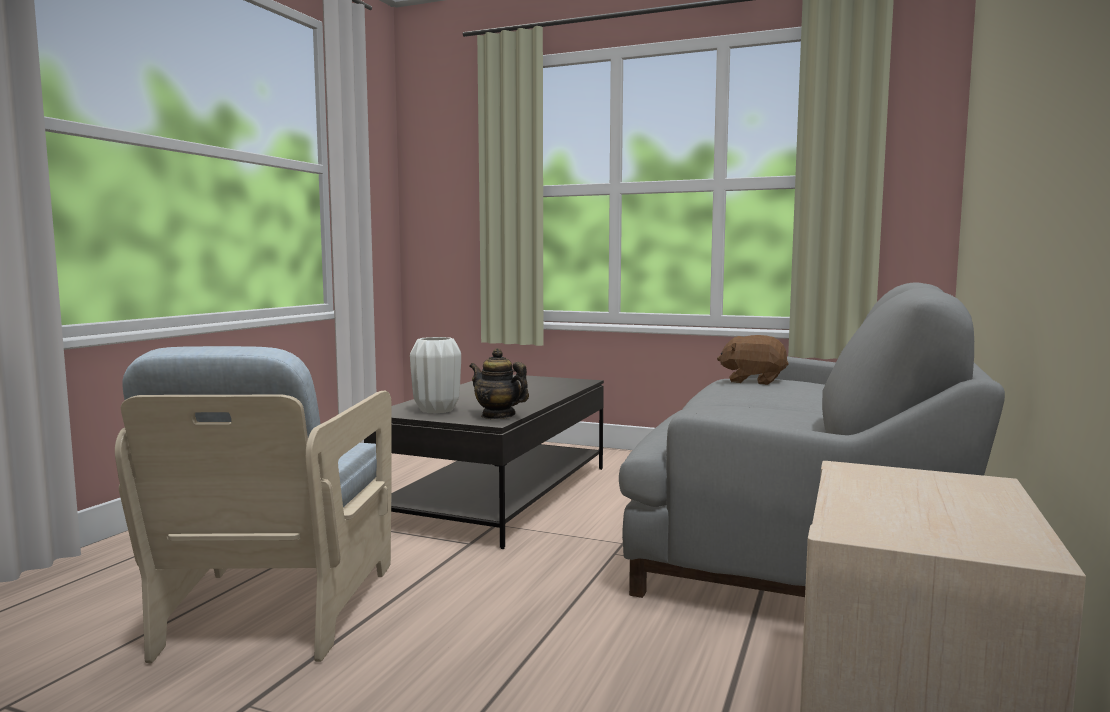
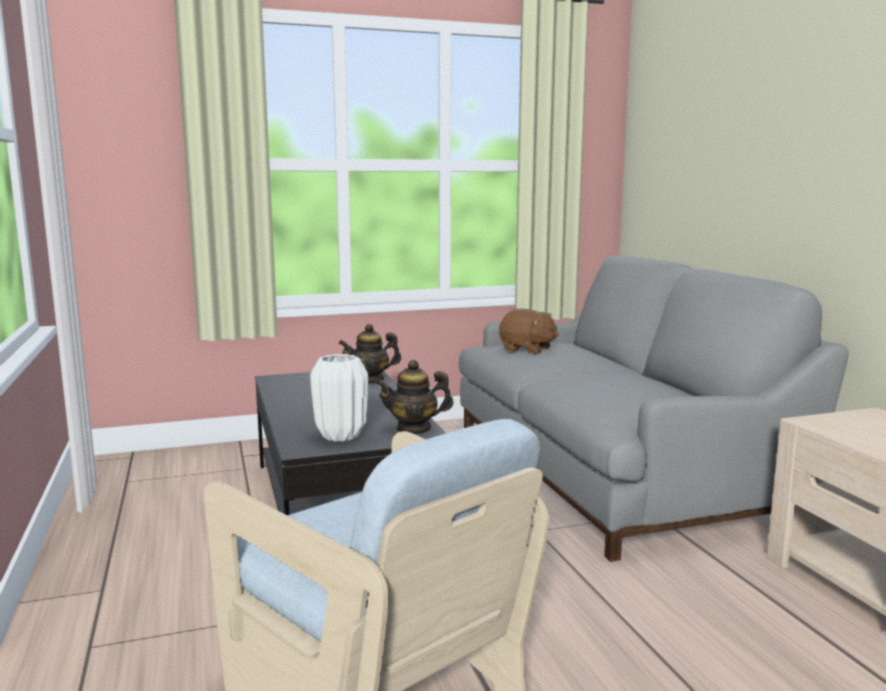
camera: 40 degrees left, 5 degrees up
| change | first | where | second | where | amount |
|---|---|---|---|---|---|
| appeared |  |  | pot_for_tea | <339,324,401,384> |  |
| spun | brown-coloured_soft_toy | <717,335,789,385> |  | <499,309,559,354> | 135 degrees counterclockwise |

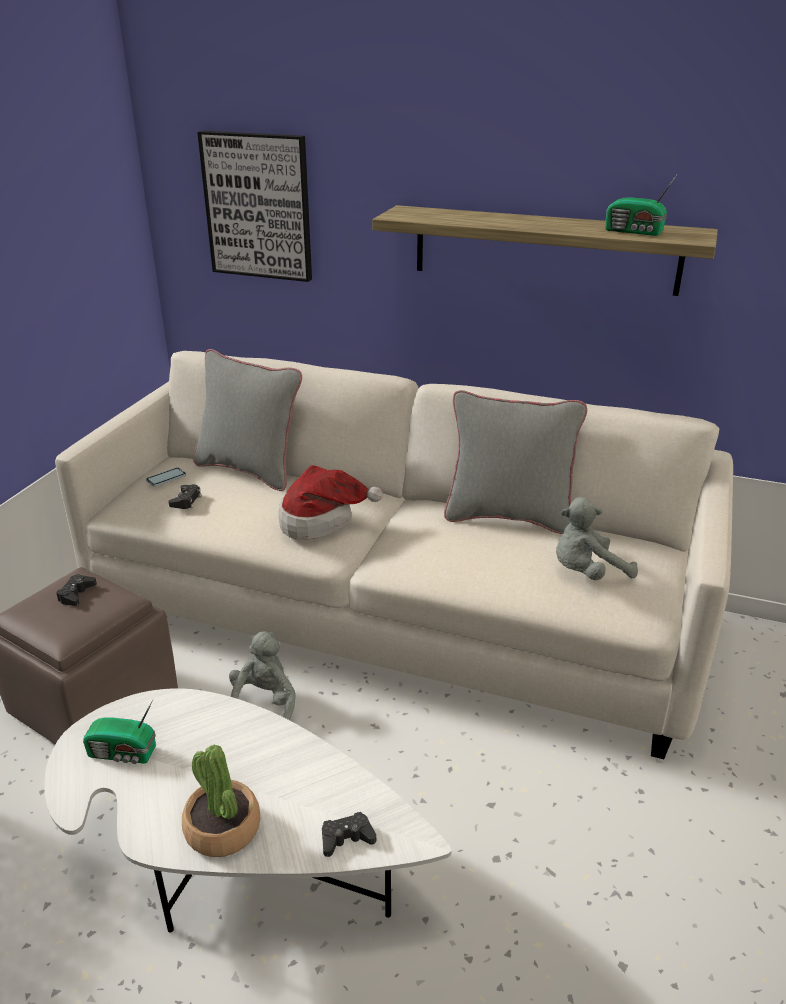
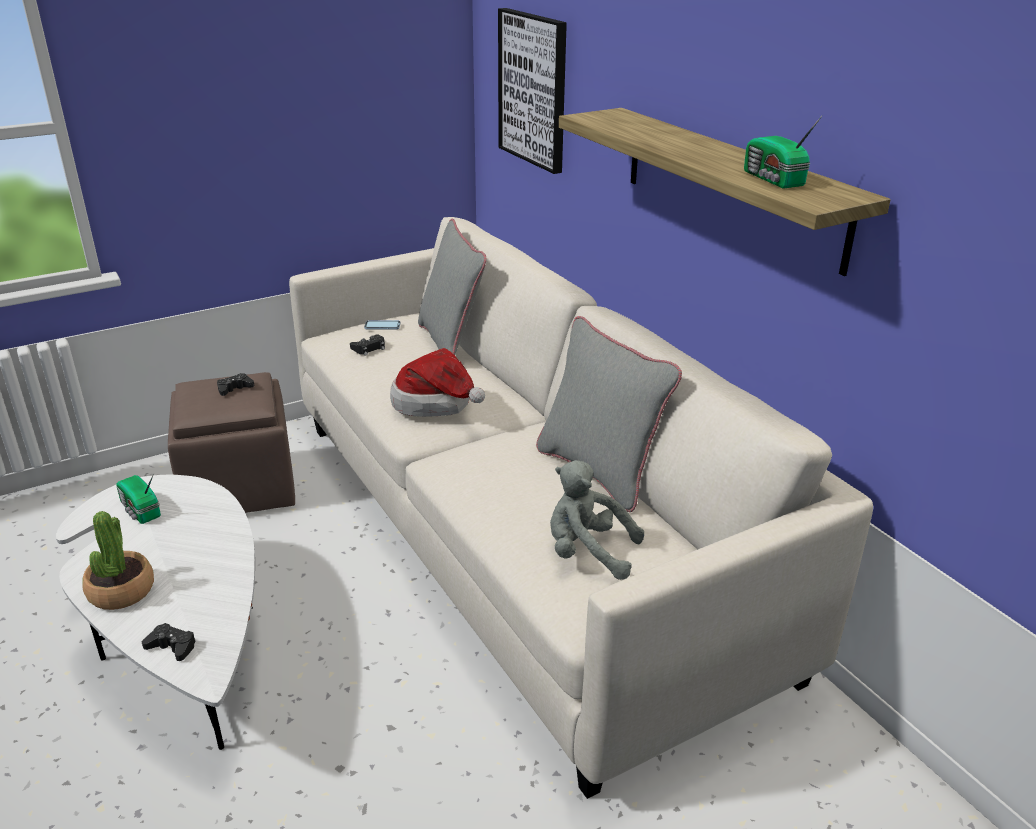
camera: 40 degrees right, 0 degrees up
| change | first | where | second | where | amount |
|---|---|---|---|---|---|
| missing | grey_soft_toy | <229,631,296,720> |  |  |  |

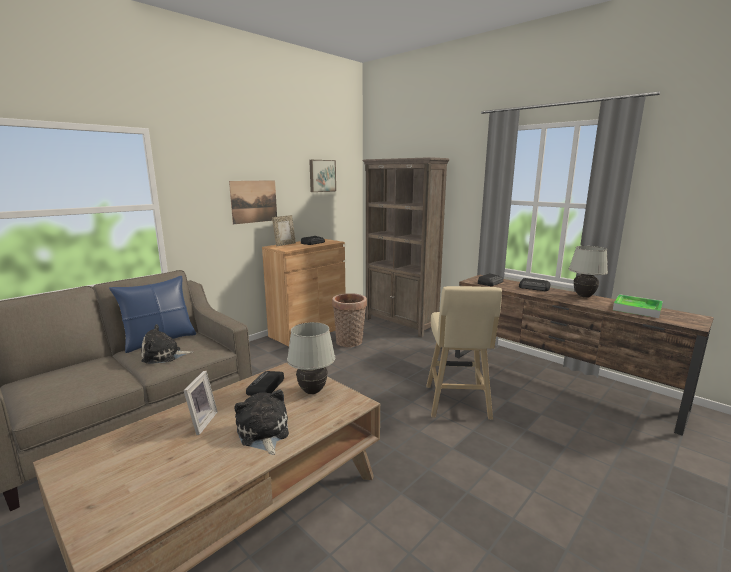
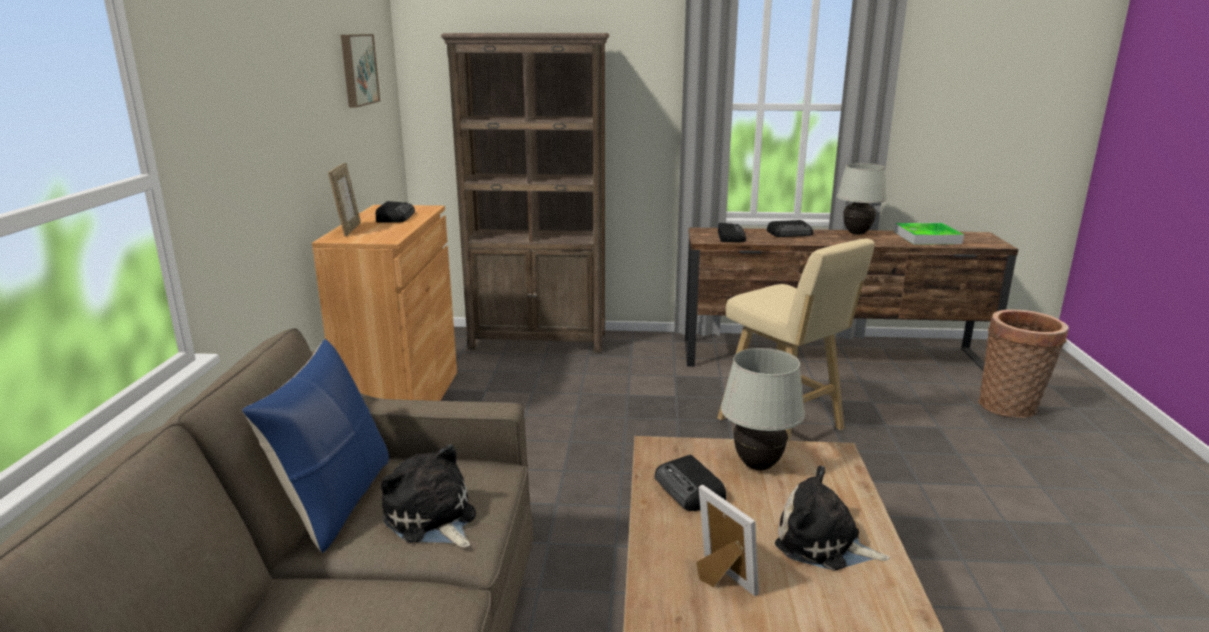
camera: 40 degrees left, 5 degrees up
| change | first | where | second | where | amount |
|---|---|---|---|---|---|
| spun | soft_toy | <141,324,194,364> |  | <381,444,476,548> | 105 degrees clockwise |
| relocated | household_basket | <332,293,367,347> |  | <978,309,1069,418> |  |
| missing | wall_picture | <229,180,277,224> |  |  |  |

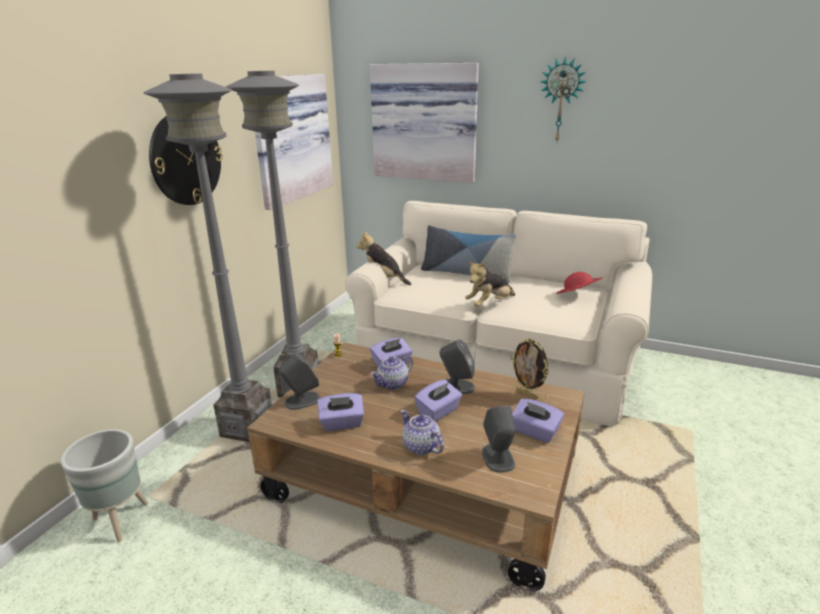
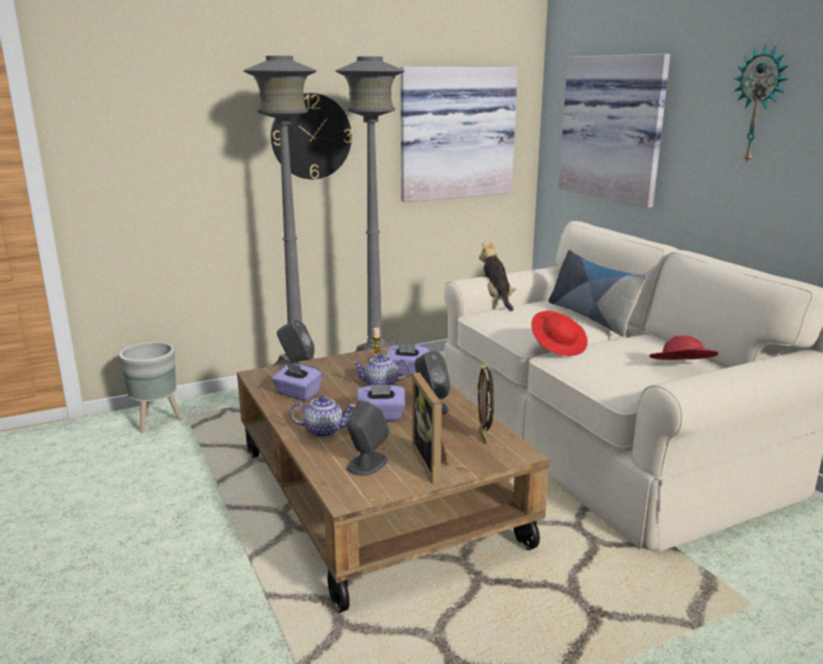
camera: 40 degrees right, 5 degrees down
| change | first | where | second | where | amount |
|---|---|---|---|---|---|
| spun | pot_for_tea | <401,410,444,455> |  | <290,396,356,437> | 90 degrees clockwise |
| exchanged | purple-coloured_box_of_tissues | <512,399,564,443> | standing_frame | <412,372,449,485> |  |
| exchanged | soft_toy | <465,262,515,306> | red-coloured_wearable_hat | <531,311,588,356> |  |

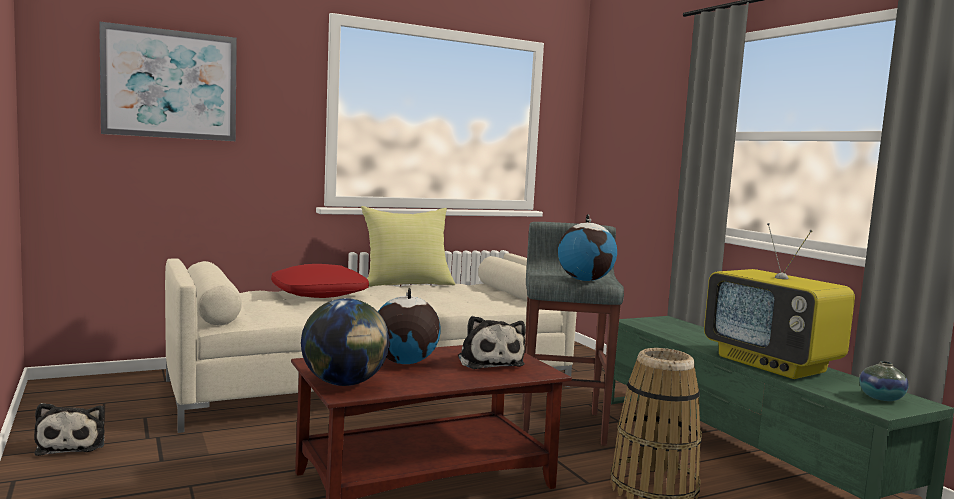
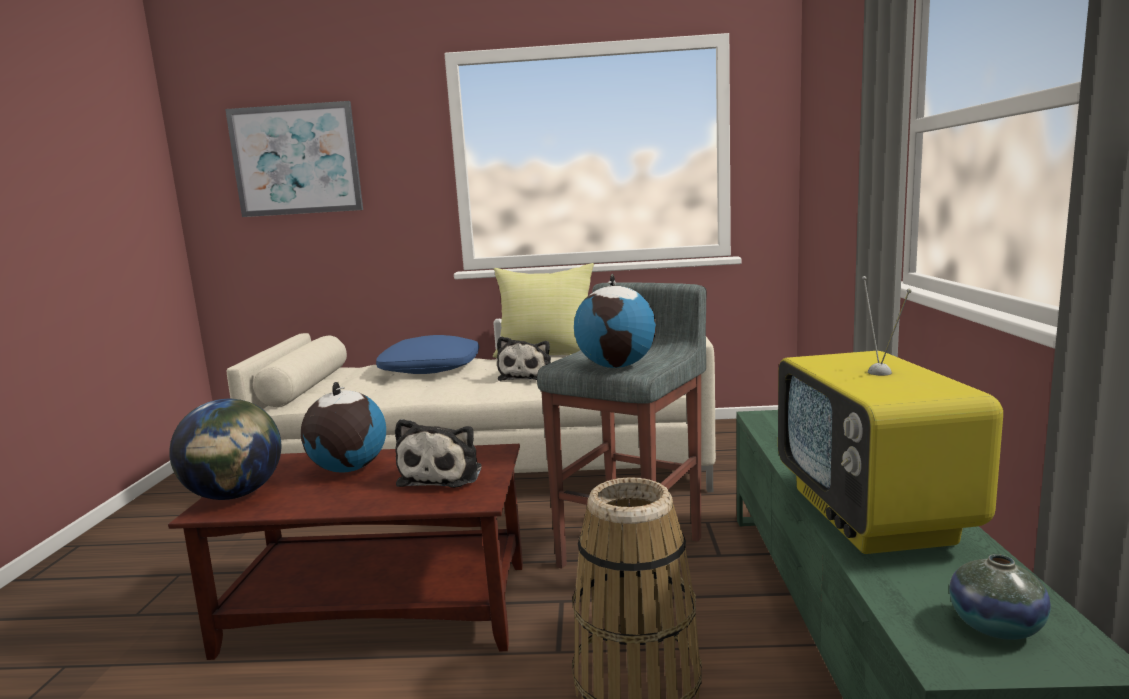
camera: 30 degrees right, 5 degrees up
| change | first | where | second | where | amount |
|---|---|---|---|---|---|
| colour | red-coloured_pillow | <271,264,369,298> | blue_pillow | <376,335,479,374> |  |
| relocated | soft_toy | <34,403,105,456> |  | <497,336,551,381> |  |

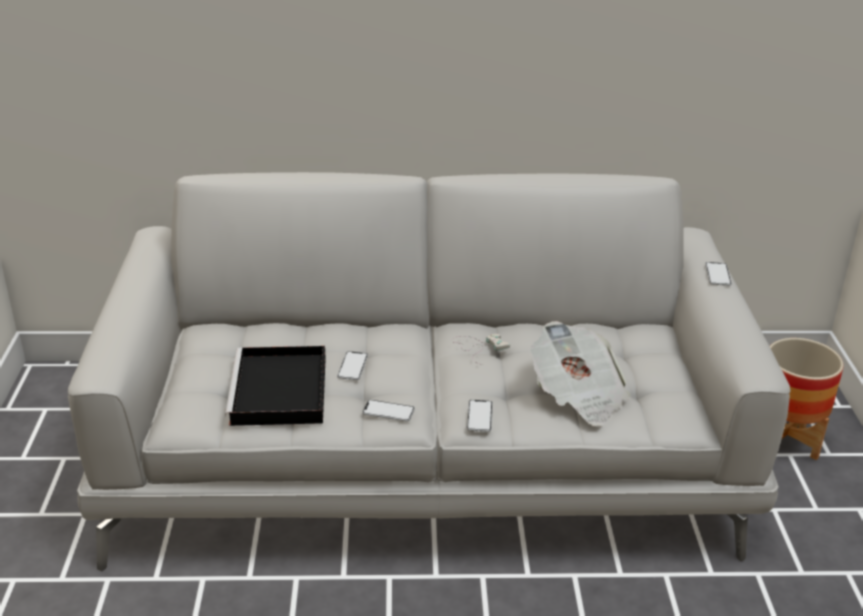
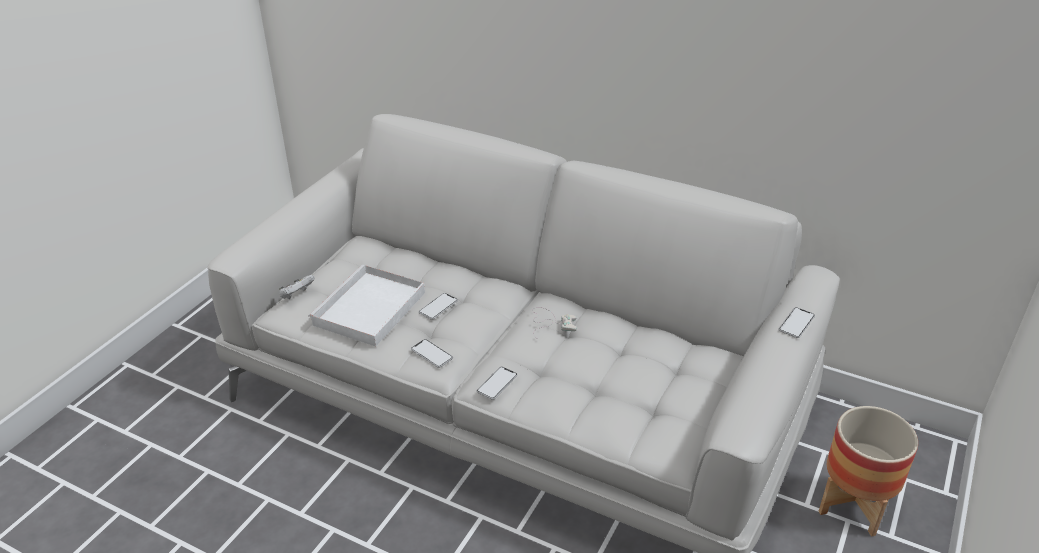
camera: 30 degrees right, 5 degrees up
| change | first | where | second | where | amount |
|---|---|---|---|---|---|
| appeared |  |  | white_gamepad | <279,275,315,299> |  |
| colour | blackish_tray | <225,346,326,426> | white_tray | <308,265,425,347> |  |
| missing | newspaper | <530,321,631,427> |  |  |  |

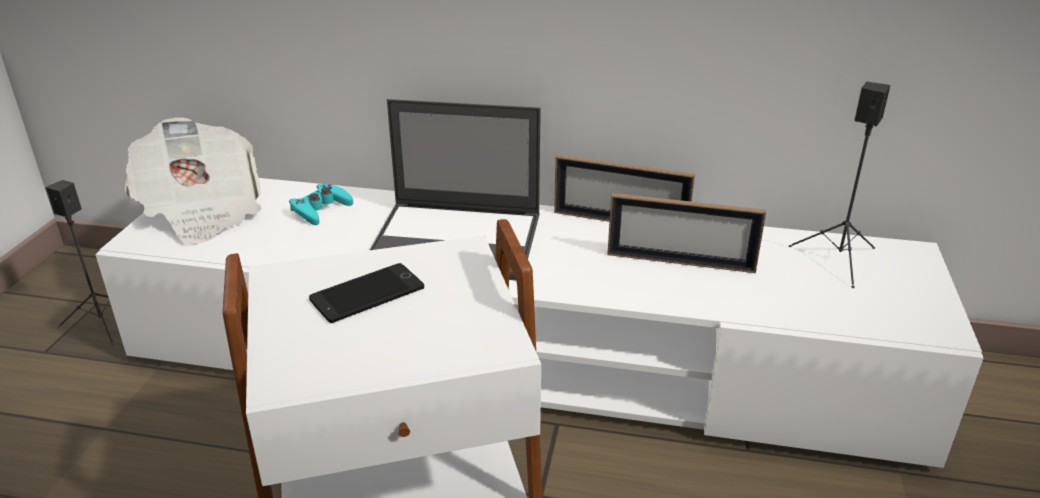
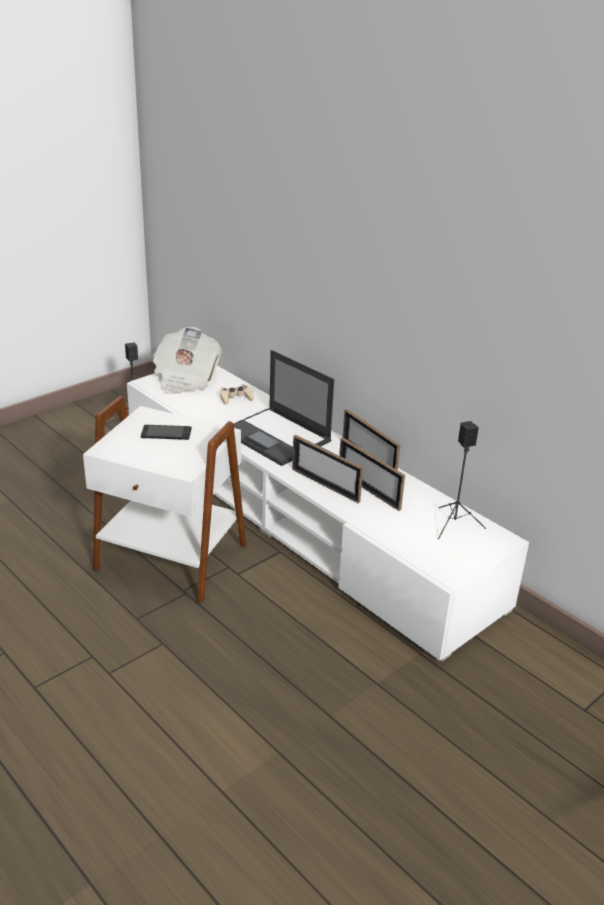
camera: 35 degrees right, 0 degrees up
| change | first | where | second | where | amount |
|---|---|---|---|---|---|
| colour | turquoise-coloured_gamepad | <289,184,353,225> | sand-coloured_gamepad | <220,384,254,405> |  |
| appeared |  |  | standing_frame | <292,435,363,503> |  |

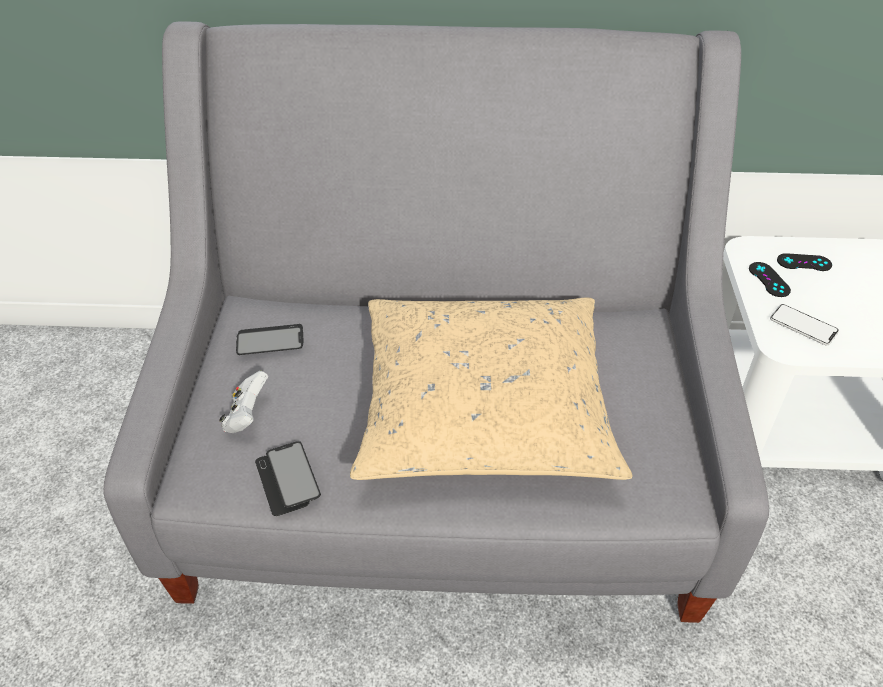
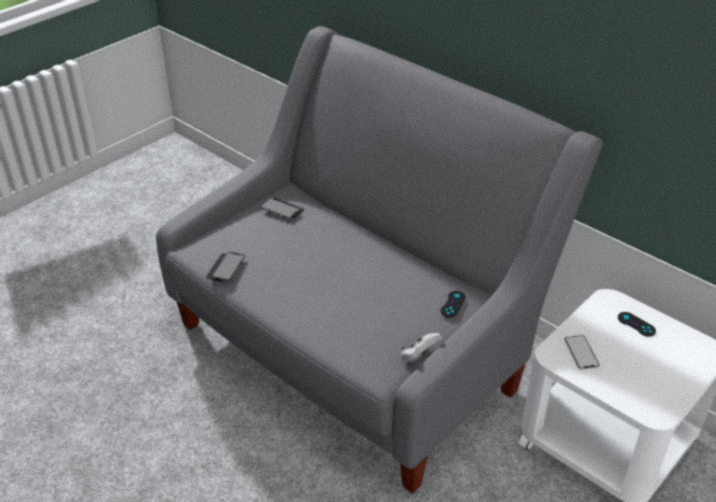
camera: 40 degrees right, 5 degrees down
| change | first | where | second | where | amount |
|---|---|---|---|---|---|
| relocated | white_gamepad | <219,371,268,433> |  | <401,333,442,361> |  |
| relocated | blackish_gamepad | <749,262,791,297> |  | <441,291,466,318> |  |
| missing | sand-coloured_pillow | <350,297,633,480> |  |  |  |

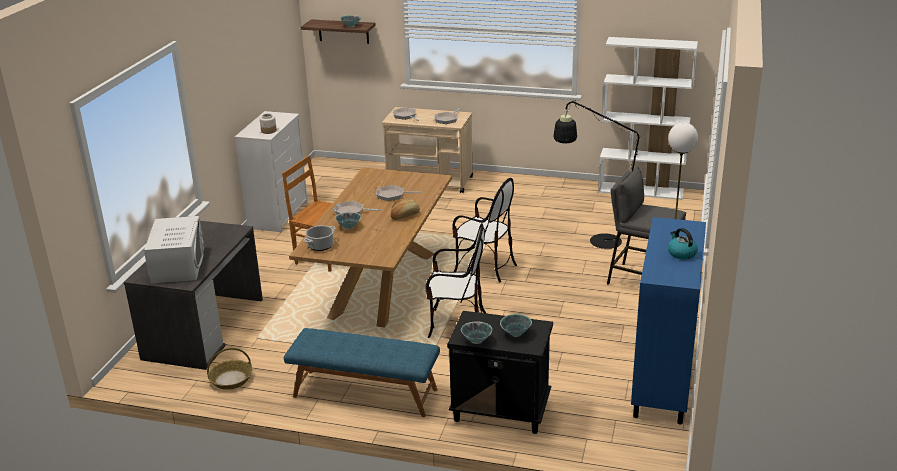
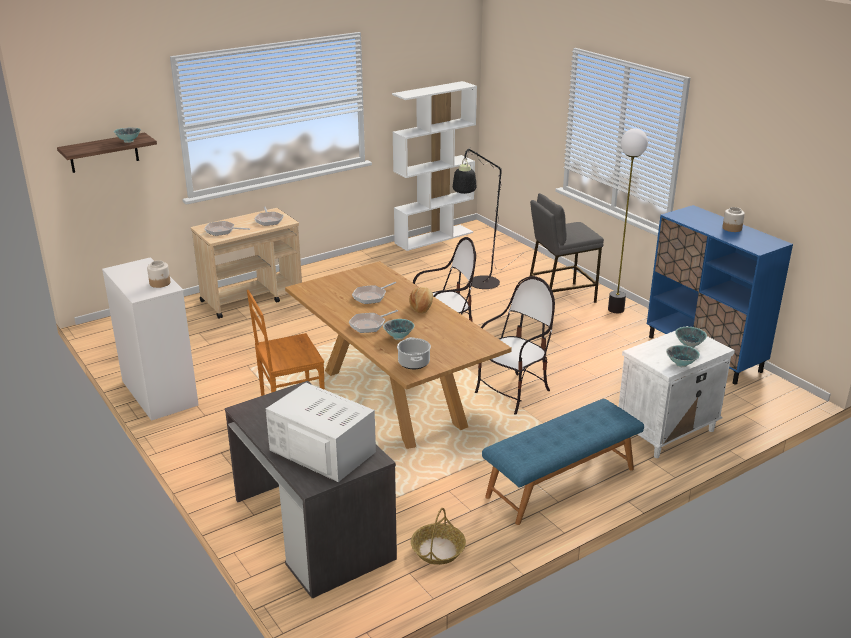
camera: 50 degrees left, 0 degrees up
| change | first | where | second | where | amount |
|---|---|---|---|---|---|
| colour | blackish_bedside_table | <447,311,553,434> | white_bedside_table | <618,326,735,458> |  |
| exchanged | tea_kettle | <668,228,698,260> | preserve_jar | <723,207,745,232> |  |

